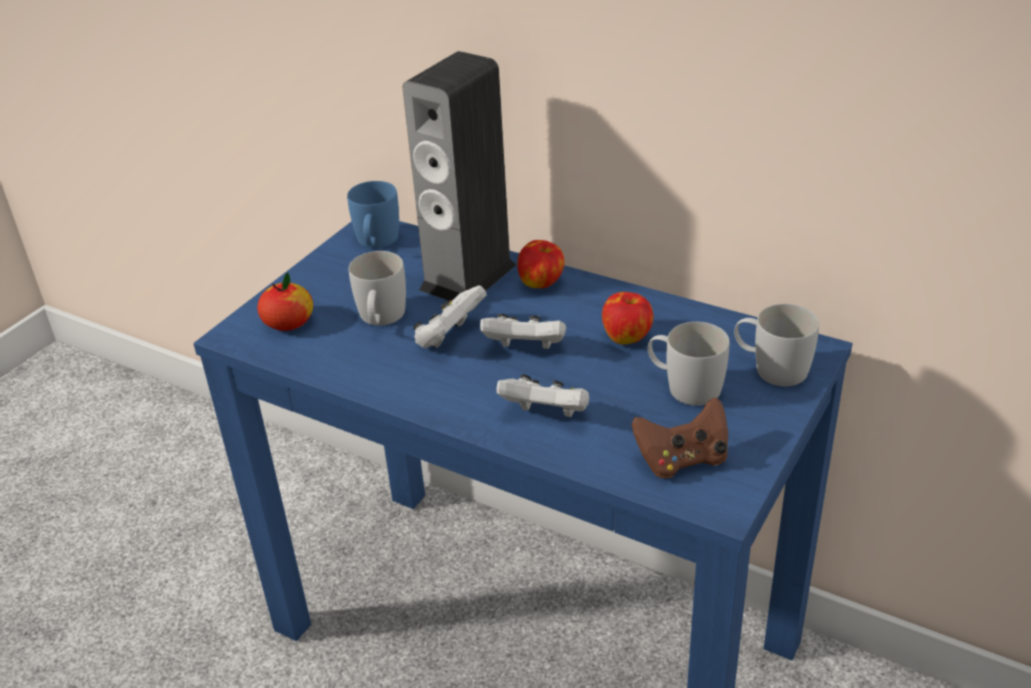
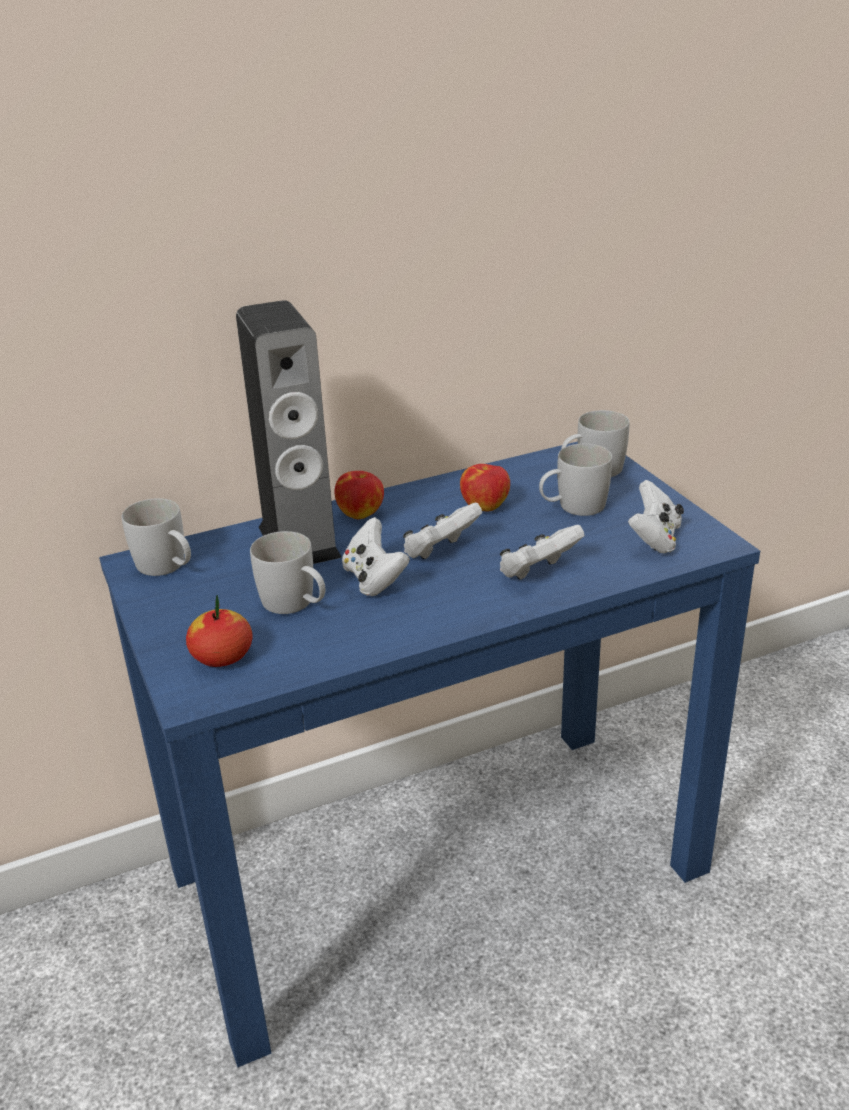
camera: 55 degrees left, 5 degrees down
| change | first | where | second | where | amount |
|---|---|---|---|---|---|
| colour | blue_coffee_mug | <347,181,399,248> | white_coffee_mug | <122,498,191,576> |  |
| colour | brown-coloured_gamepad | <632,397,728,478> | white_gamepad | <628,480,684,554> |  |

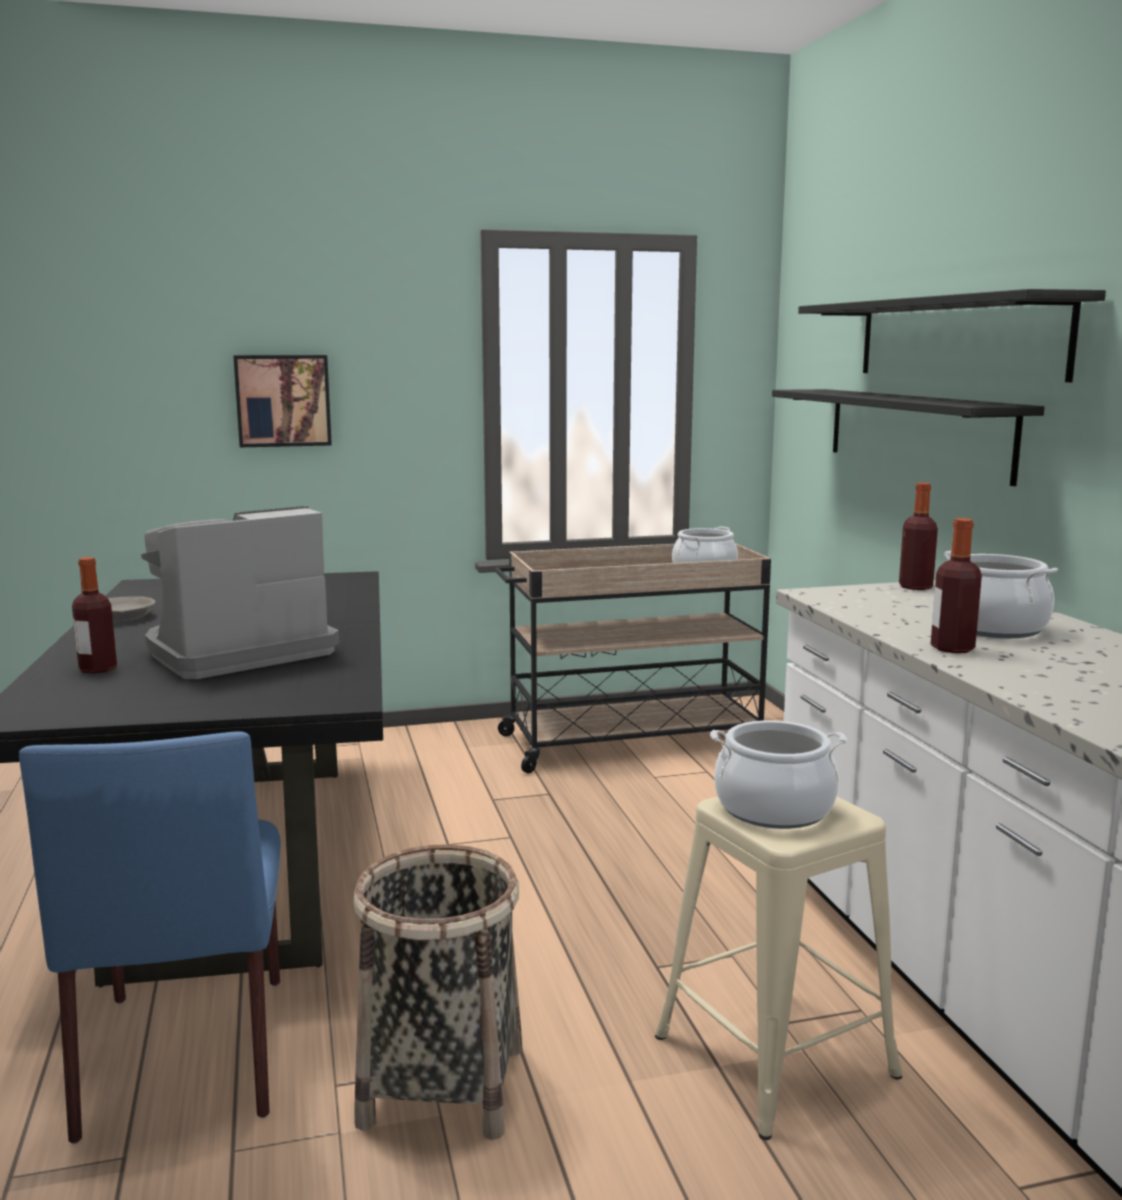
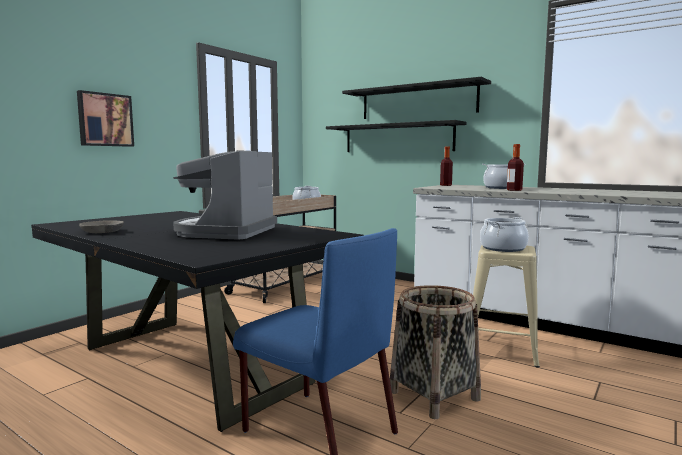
camera: 40 degrees left, 5 degrees down
| change | first | where | second | where | amount |
|---|---|---|---|---|---|
| missing | beverage_bottle | <72,557,117,673> |  |  |  |

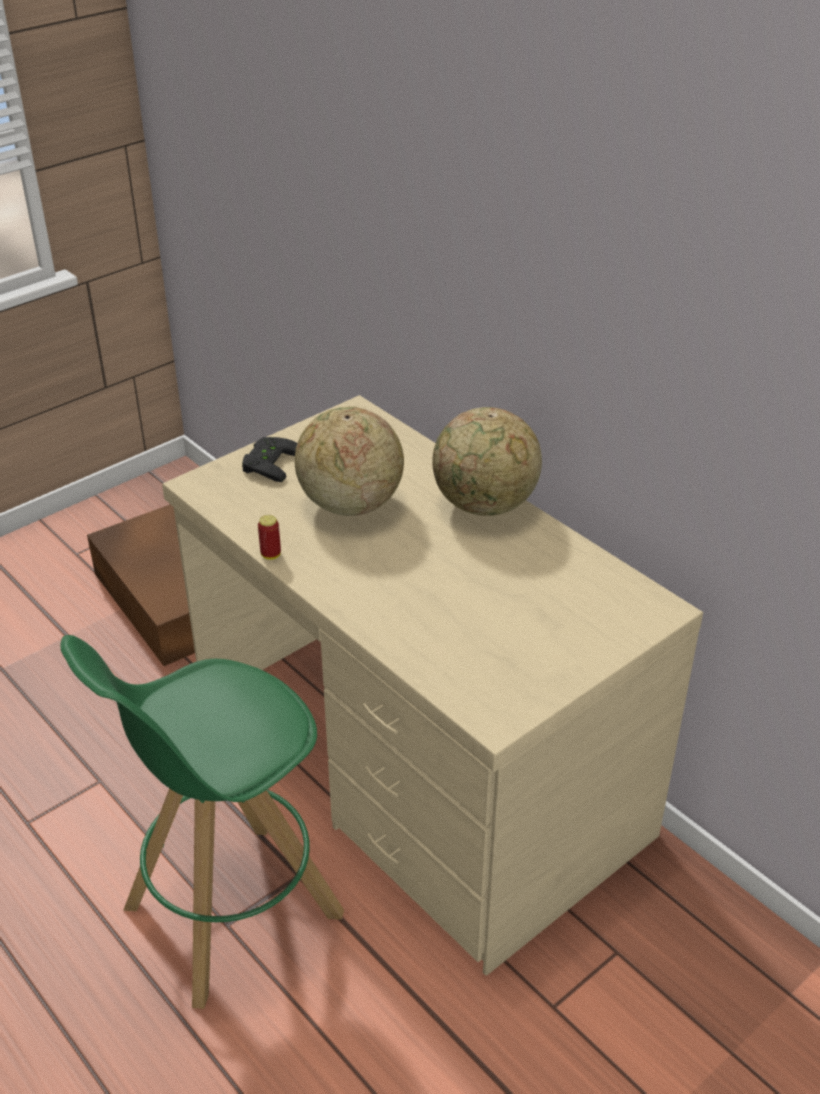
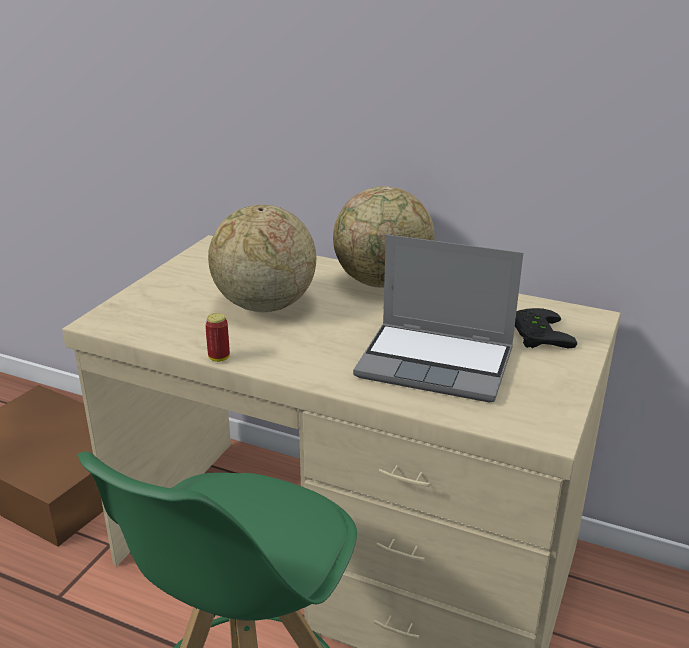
camera: 25 degrees left, 10 degrees down
| change | first | where | second | where | amount |
|---|---|---|---|---|---|
| appeared |  |  | notebook_computer | <353,234,523,403> |  |
| relocated | blackish_gamepad | <242,437,297,482> |  | <515,308,577,349> |  |

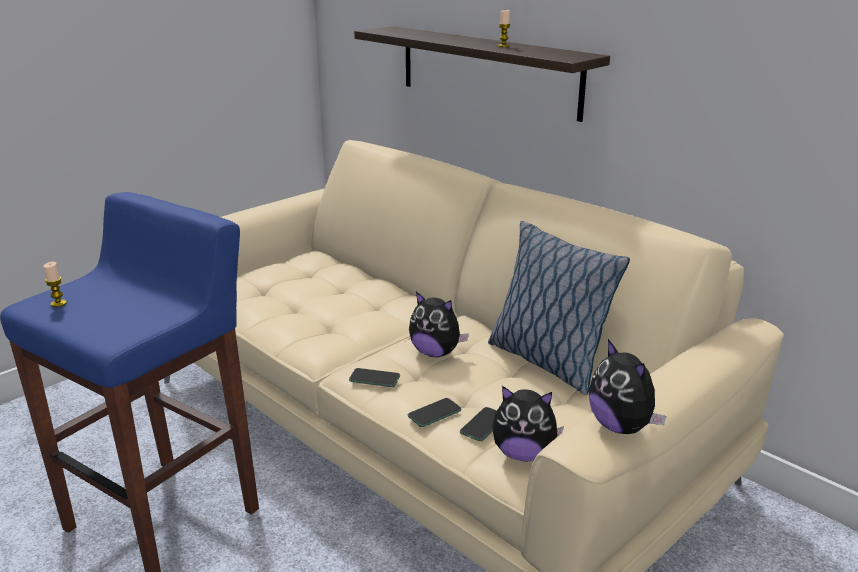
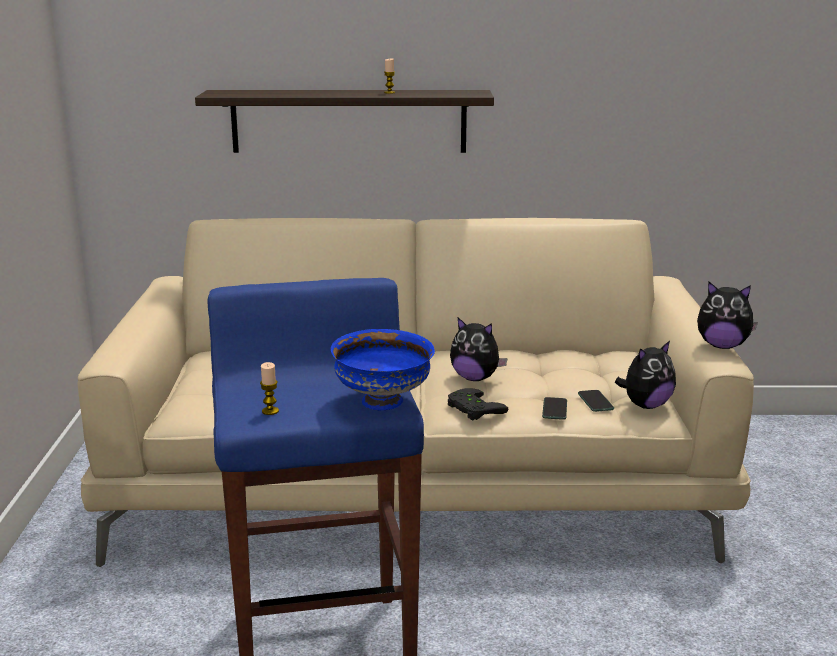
camera: 45 degrees left, 5 degrees down
| change | first | where | second | where | amount |
|---|---|---|---|---|---|
| appeared |  |  | blue_deep_dish | <331,329,435,410> |  |
| exchanged | phone | <349,368,400,387> | blackish_gamepad | <448,388,509,421> |  |
| spun | soft_toy | <409,292,469,357> |  | <450,318,508,381> | 45 degrees clockwise |
| missing | pillow | <488,221,630,395> |  |  |  |

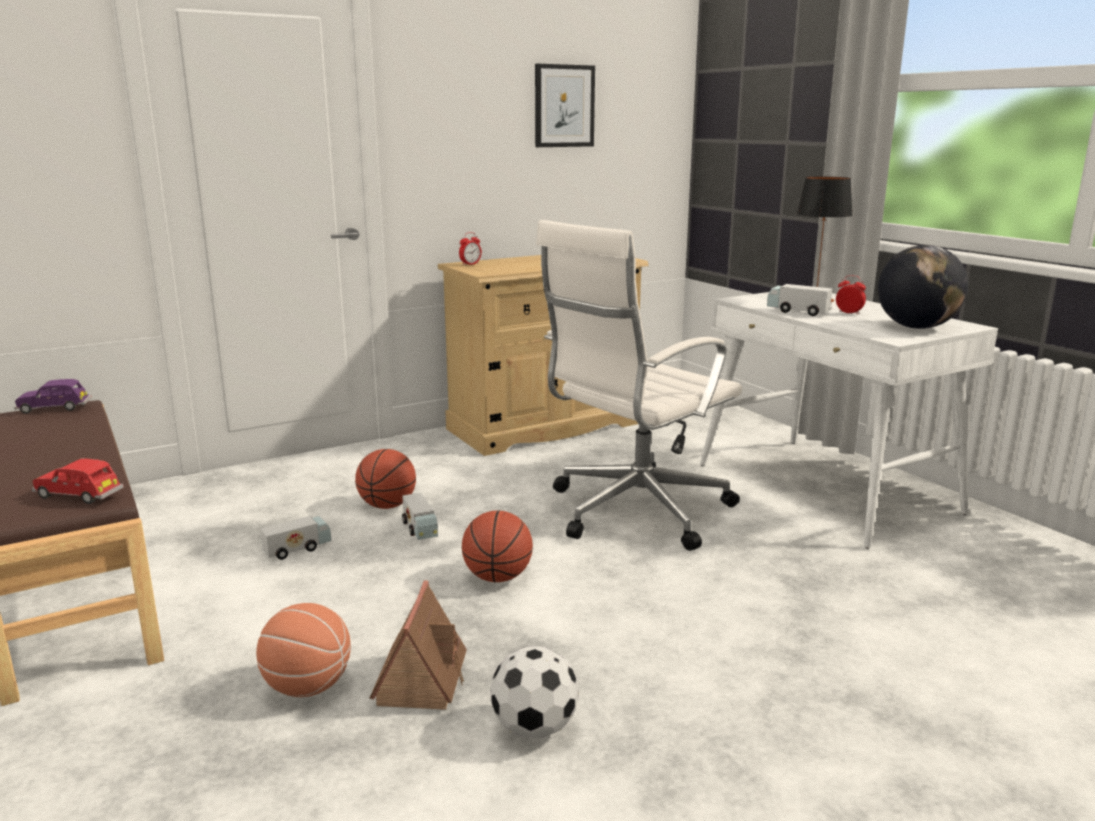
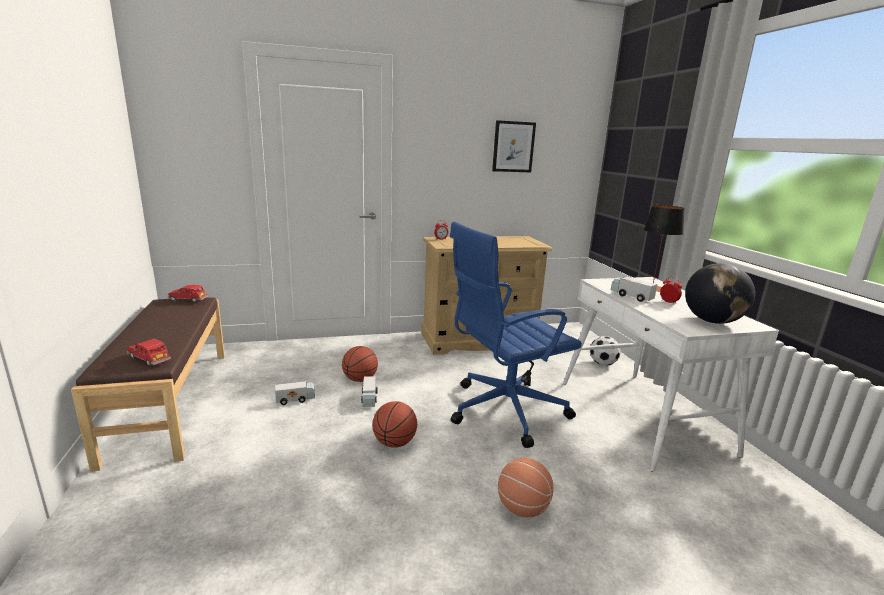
camera: 15 degrees right, 0 degrees up
| change | first | where | second | where | amount |
|---|---|---|---|---|---|
| colour | purple-coloured_miniature_car | <14,379,92,414> | red-coloured_miniature_car | <168,284,208,303> |  |
| colour | white_office_chair | <536,220,742,551> | blue_office_chair | <450,222,582,448> |  |
| relocated | basketball | <256,603,351,697> |  | <498,458,554,518> |  |
| relocated | football | <491,646,579,738> |  | <590,336,621,366> |  |
| missing | miniature_house | <369,580,467,710> |  |  |  |

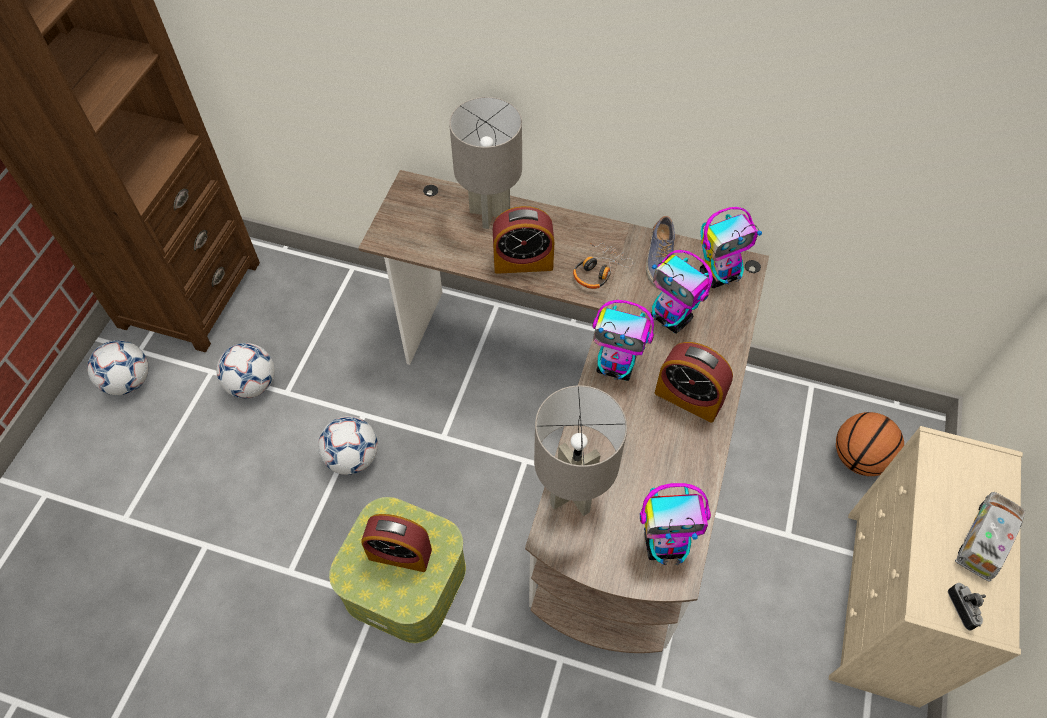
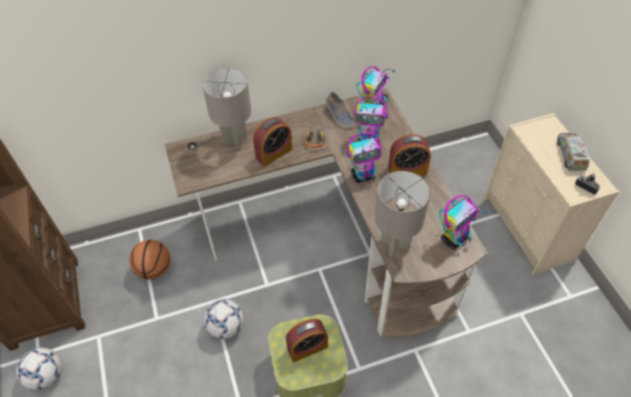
camera: 35 degrees left, 5 degrees down
| change | first | where | second | where | amount |
|---|---|---|---|---|---|
| relocated | basketball | <836,412,904,476> |  | <129,240,170,279> |  |
| missing | football | <216,343,275,398> |  |  |  |

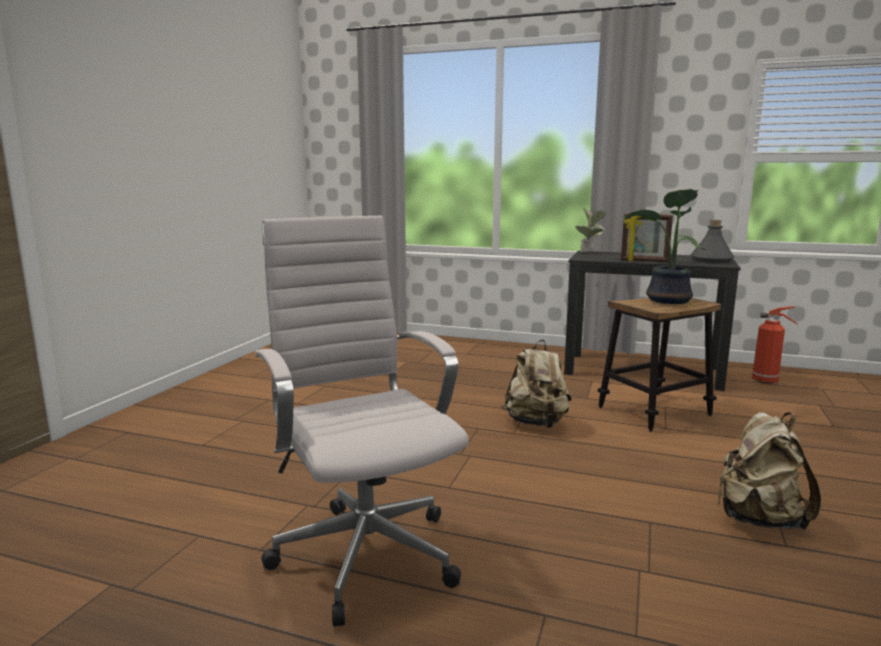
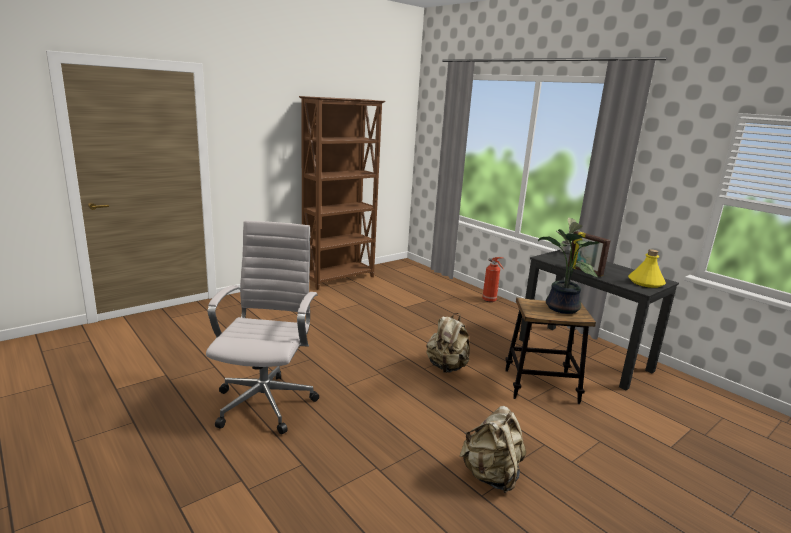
camera: 30 degrees right, 5 degrees up
| change | first | where | second | where | amount |
|---|---|---|---|---|---|
| appeared |  |  | brown-coloured_bookshelf | <299,96,386,290> |  |
| relocated | fire-fighting_cylinder | <752,306,798,384> |  | <482,257,504,302> |  |
| colour | grey_beverage_bottle | <690,220,734,263> | yellowish_beverage_bottle | <628,249,666,288> |  |

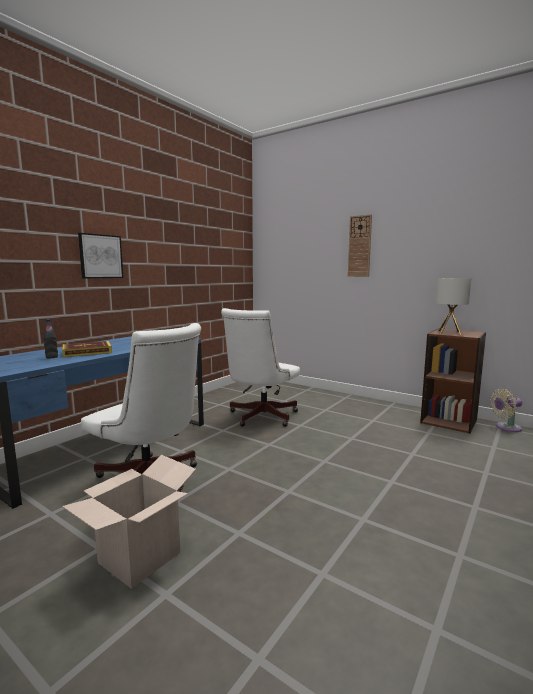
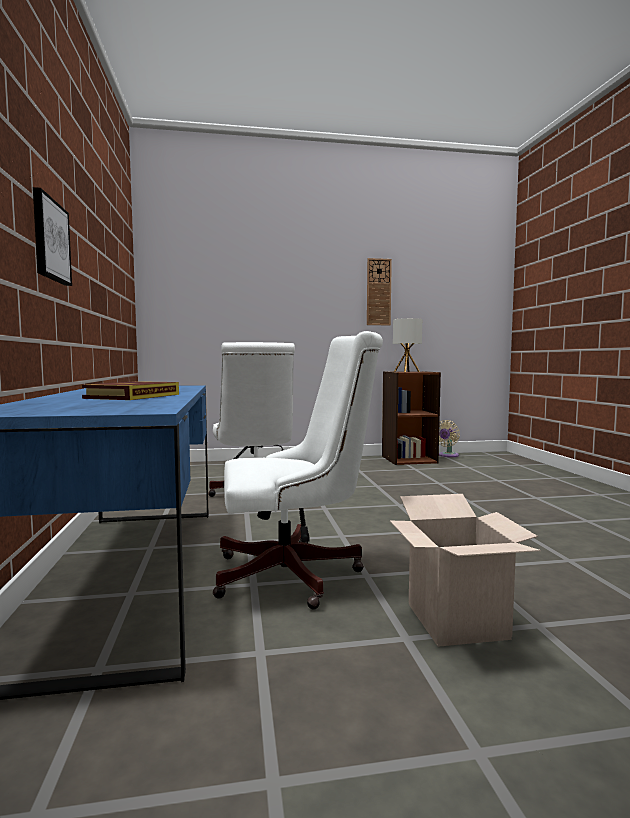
camera: 45 degrees left, 5 degrees down
| change | first | where | second | where | amount |
|---|---|---|---|---|---|
| relocated | hanging_clock | <348,214,372,277> |  | <367,258,392,325> |  |
| missing | blackish_beverage_bottle | <44,319,58,358> |  |  |  |

